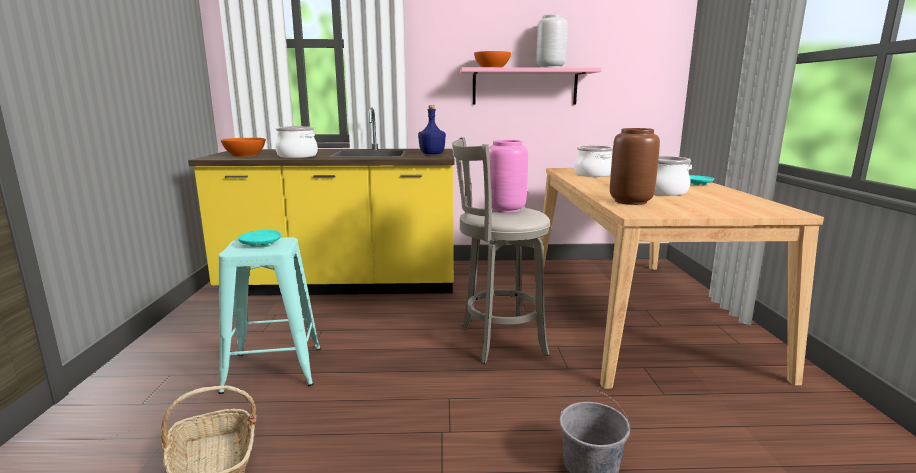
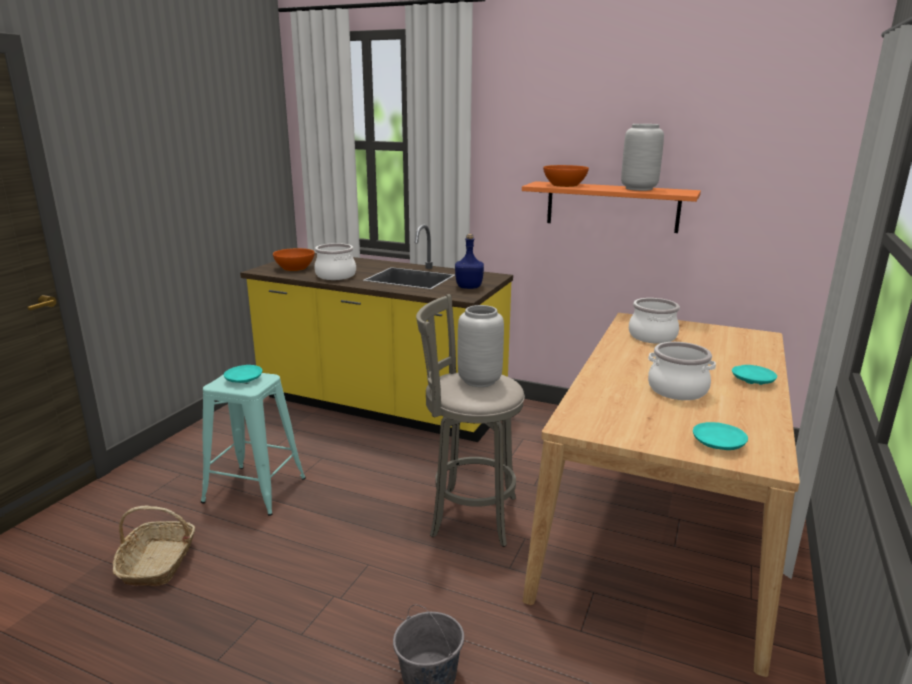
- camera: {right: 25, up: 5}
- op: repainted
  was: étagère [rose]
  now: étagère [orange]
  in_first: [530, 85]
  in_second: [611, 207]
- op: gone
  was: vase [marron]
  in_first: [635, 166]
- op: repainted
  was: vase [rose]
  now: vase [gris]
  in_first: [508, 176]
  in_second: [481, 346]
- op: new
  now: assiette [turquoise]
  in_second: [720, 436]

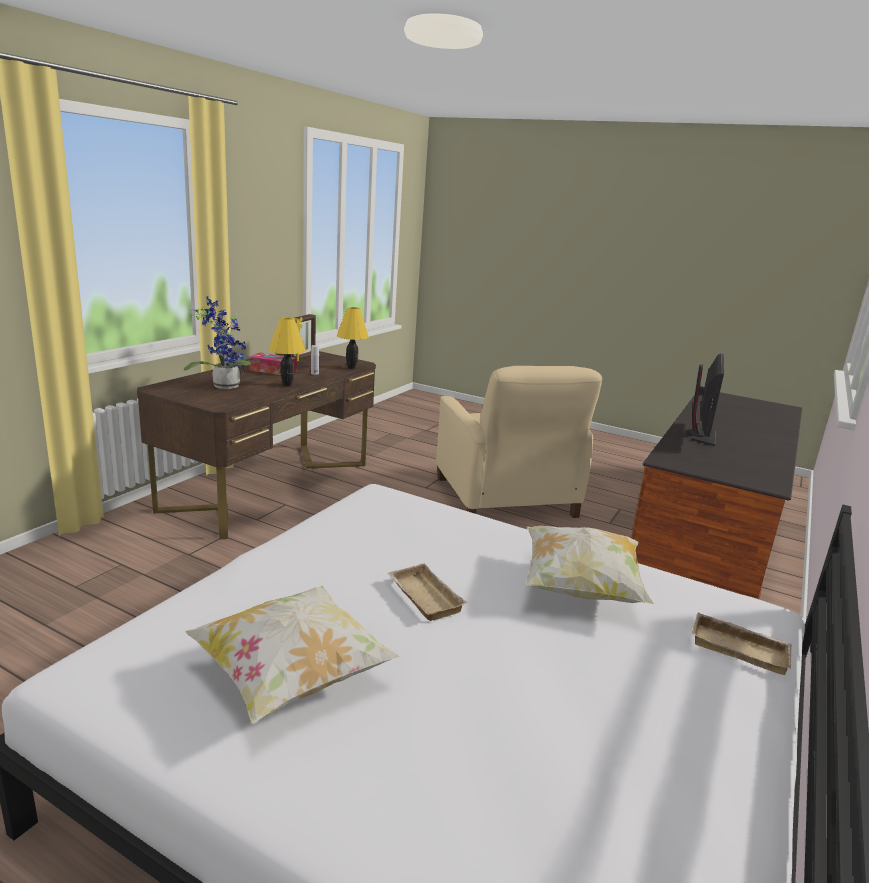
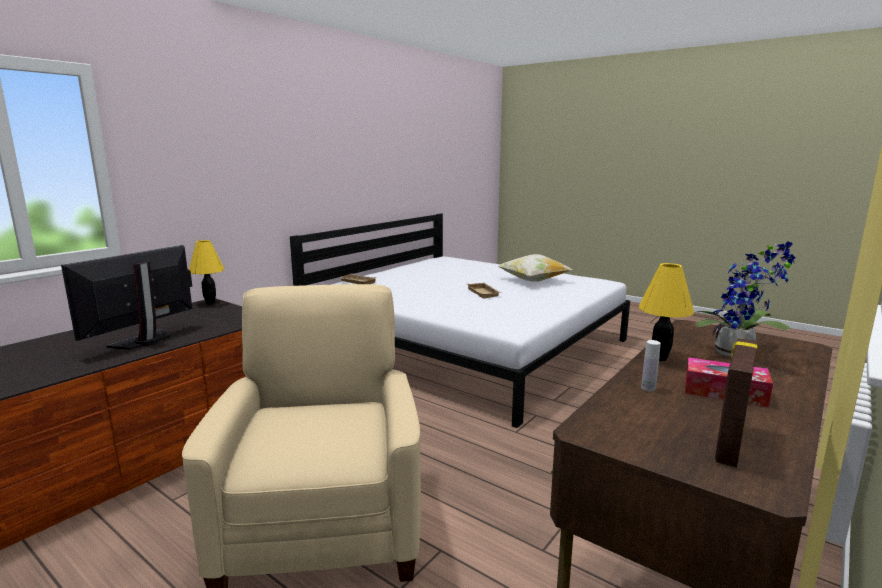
- camera: {right: -170, up: -5}
- op: shifted
  was: lampe de table [jaune]
  in_first: [353, 338]
  in_second: [207, 272]
- op: gone
  was: coussin
  in_first: [589, 565]

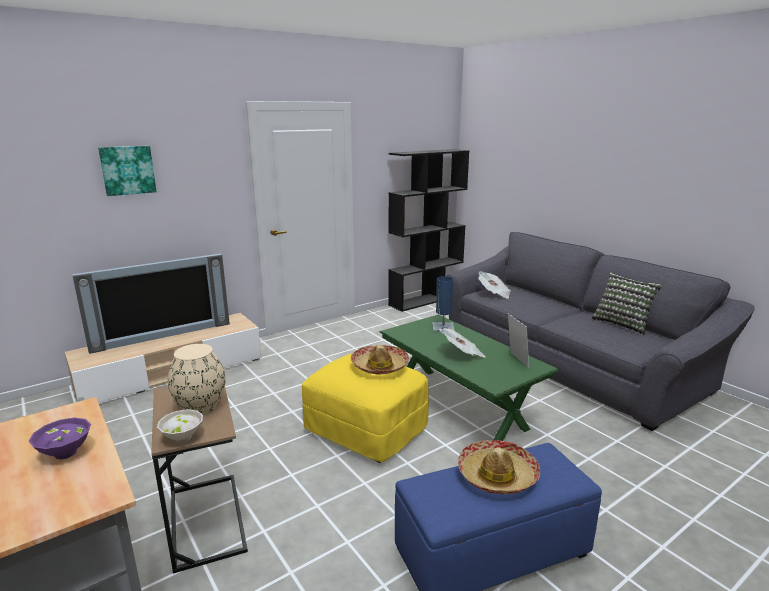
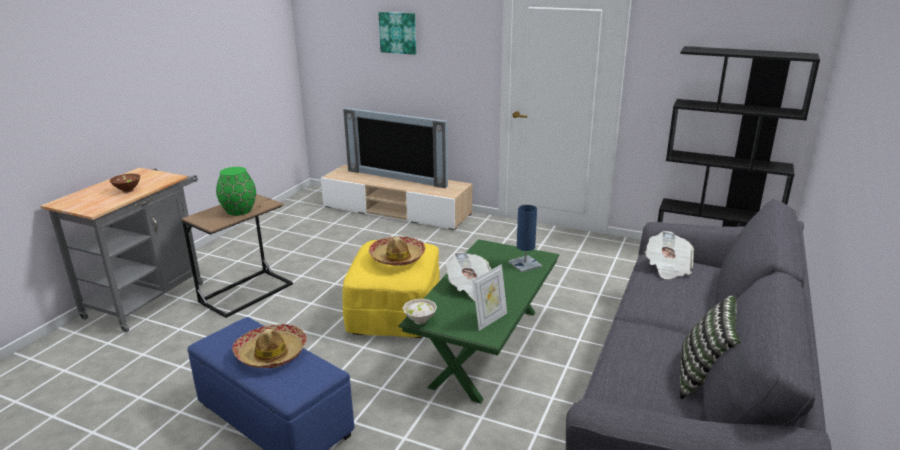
- camera: {right: 60, up: 5}
- op: repainted
  was: vase [beige]
  now: vase [vert]
  in_first: [197, 379]
  in_second: [236, 191]
- op: shifted
  was: bol [blanc]
  in_first: [180, 426]
  in_second: [420, 311]
- op: repainted
  was: bol [violet]
  now: bol [marron]
  in_first: [60, 439]
  in_second: [124, 183]

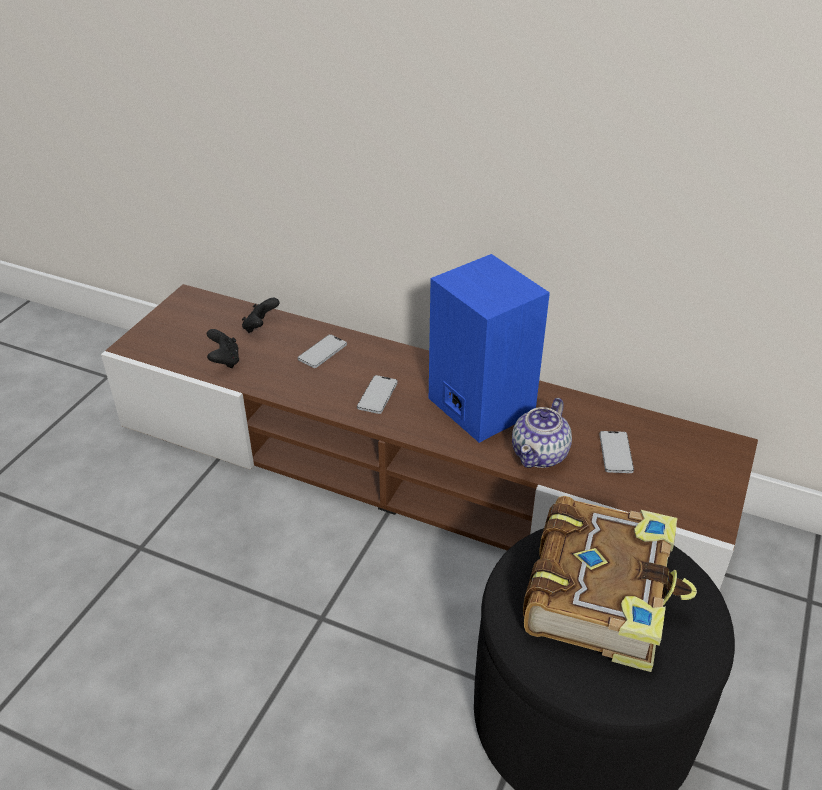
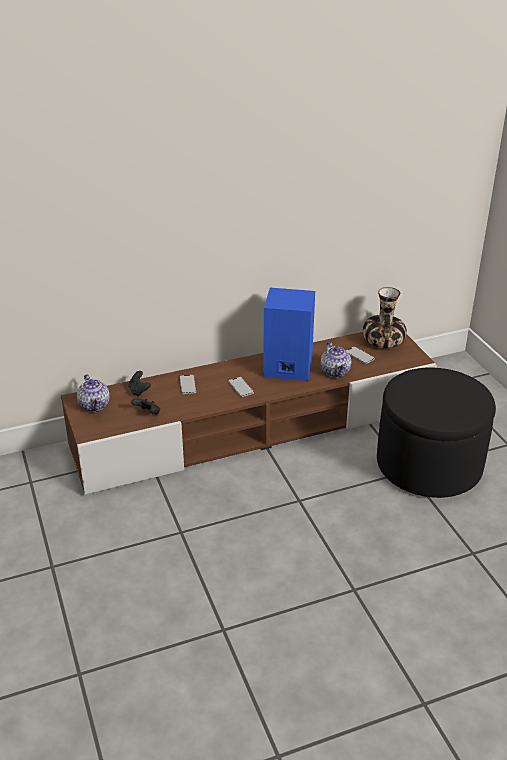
- camera: {right: -45, up: -5}
- op: gone
  was: livre
  in_first: [610, 584]
- op: new
  now: vase
  in_second: [385, 317]
- op: new
  now: théière
  in_second: [93, 393]

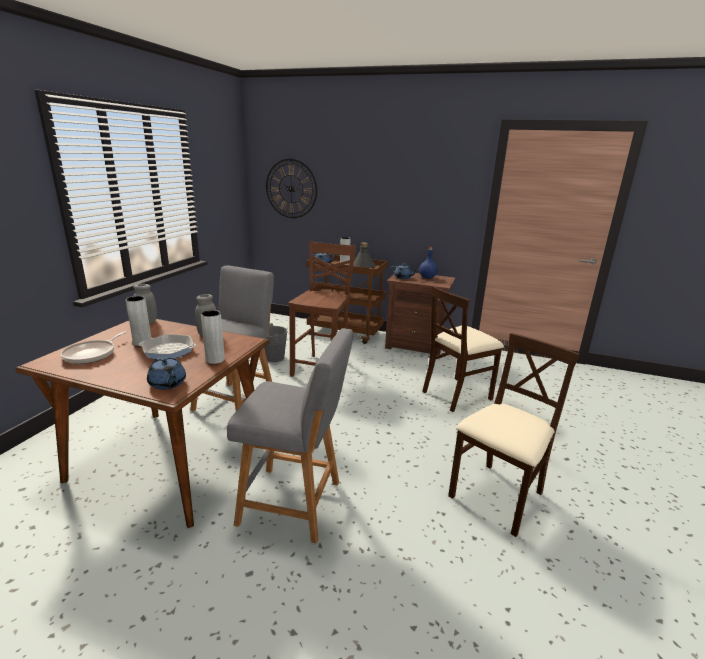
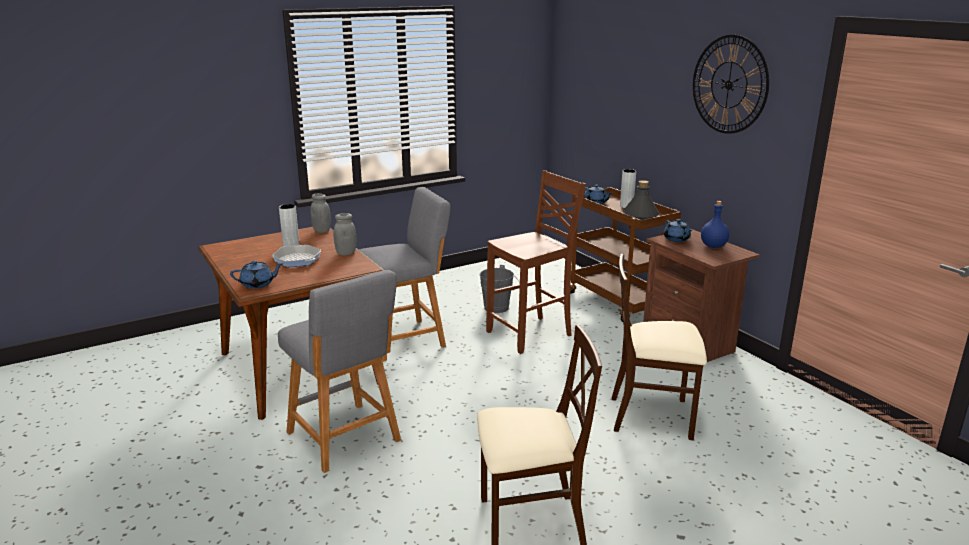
- camera: {right: 40, up: 0}
- op: shifted
  was: horloge murale
  in_first: [291, 188]
  in_second: [731, 84]
- op: gone
  was: vase [gris]
  in_first: [213, 337]
- op: gone
  was: poêle
  in_first: [93, 348]
- op: rotated
  was: théière [bleu]
  in_first: [166, 373]
  in_second: [256, 275]
  clockwise: -105

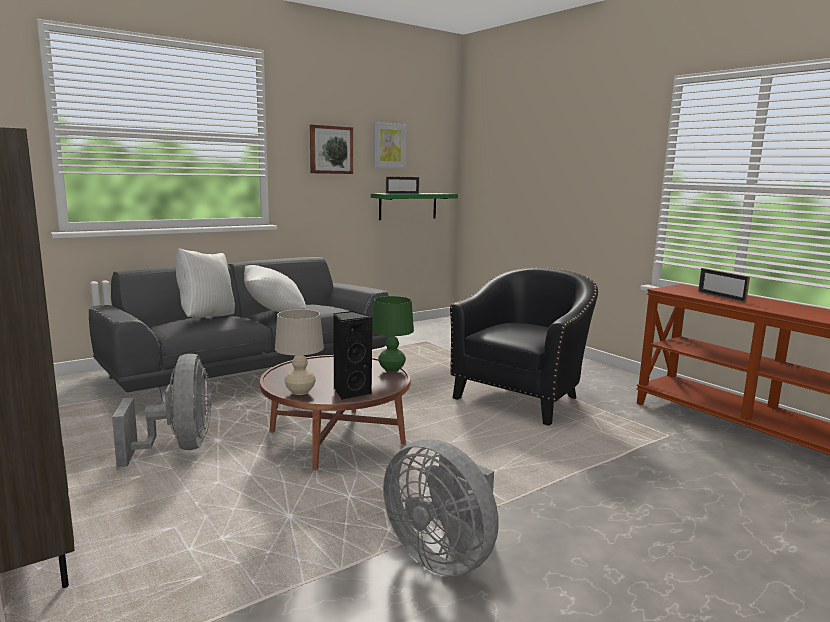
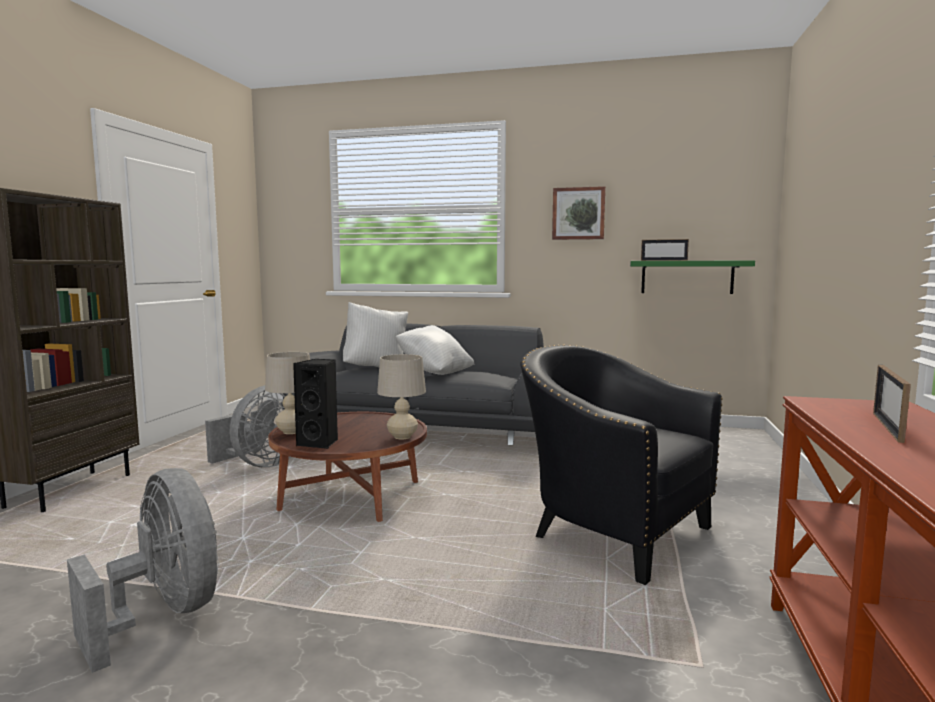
- camera: {right: 50, up: -5}
- op: gone
  was: tableau
  in_first: [390, 145]
- op: rotated
  was: fauteuil [noir]
  in_first: [524, 346]
  in_second: [621, 465]
  clockwise: -135
- op: repainted
  was: lampe de table [vert]
  now: lampe de table [beige]
  in_first: [393, 334]
  in_second: [401, 396]
- op: rotated
  was: ventilateur [gris]
  in_first: [441, 507]
  in_second: [143, 570]
  clockwise: 135

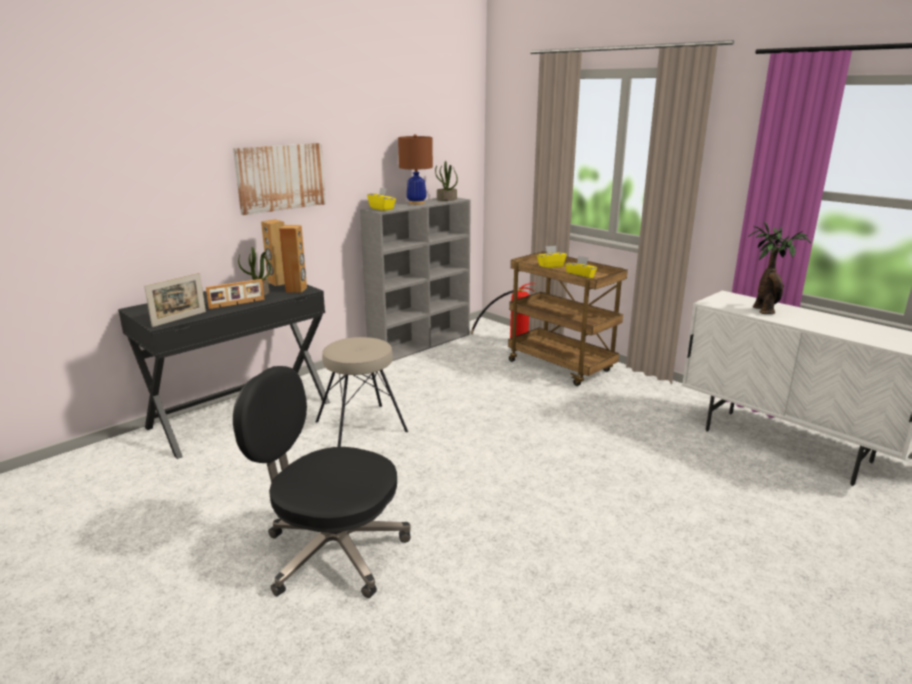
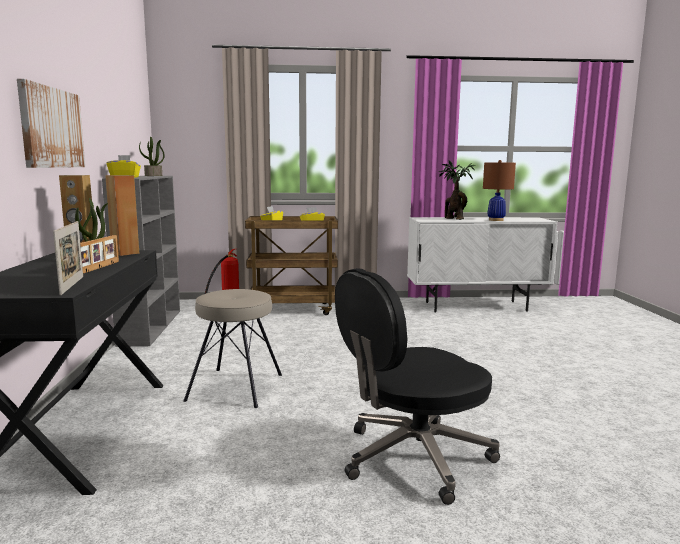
- camera: {right: -50, up: -10}
- op: shifted
  was: lampe de table [marron]
  in_first: [415, 169]
  in_second: [499, 190]

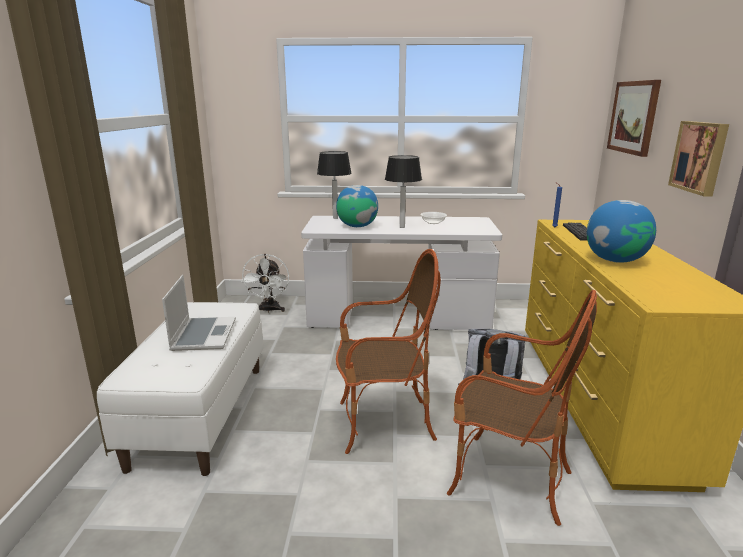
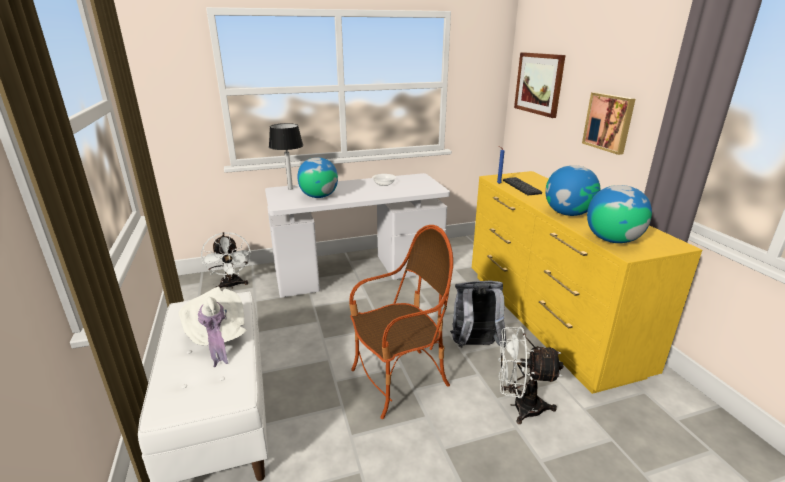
- camera: {right: -20, up: 5}
- op: gone
  was: lampe de table
  in_first: [403, 191]
- op: swapped
  was: ordinateur portable
  now: chapeau [blanc]
  in_first: [199, 313]
  in_second: [212, 327]
- op: swapped
  was: fauteuil
  now: ventilateur [blanc]
  in_first: [522, 408]
  in_second: [530, 375]
- op: new
  now: globe
  in_second: [619, 214]

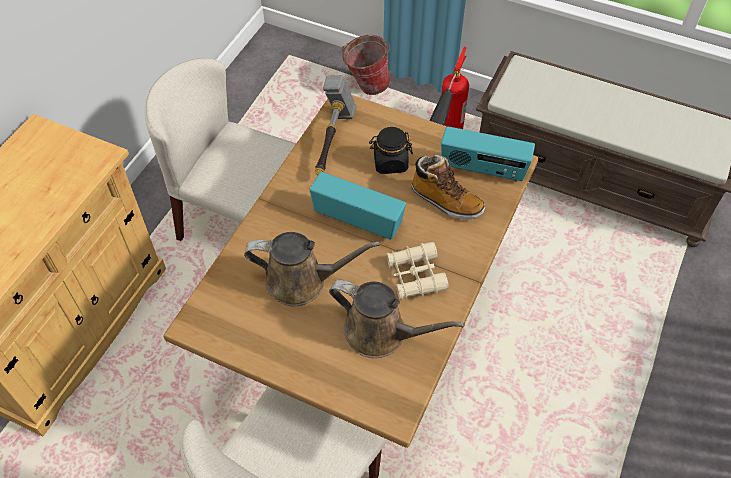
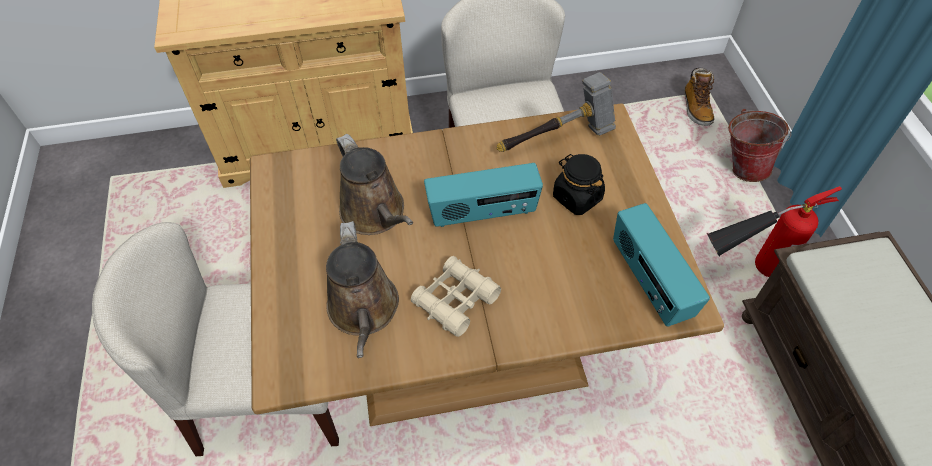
- camera: {right: 55, up: 0}
- op: shifted
  was: botte
  in_first: [448, 187]
  in_second: [699, 97]
- op: rotated
  was: radio
  in_first: [357, 206]
  in_second: [483, 195]
  clockwise: 90

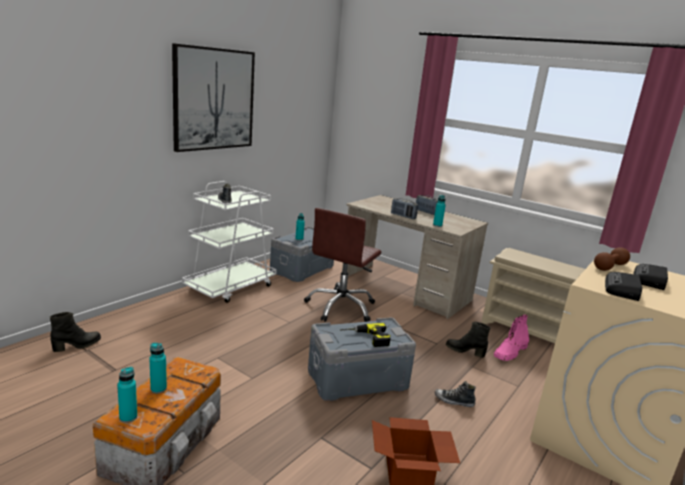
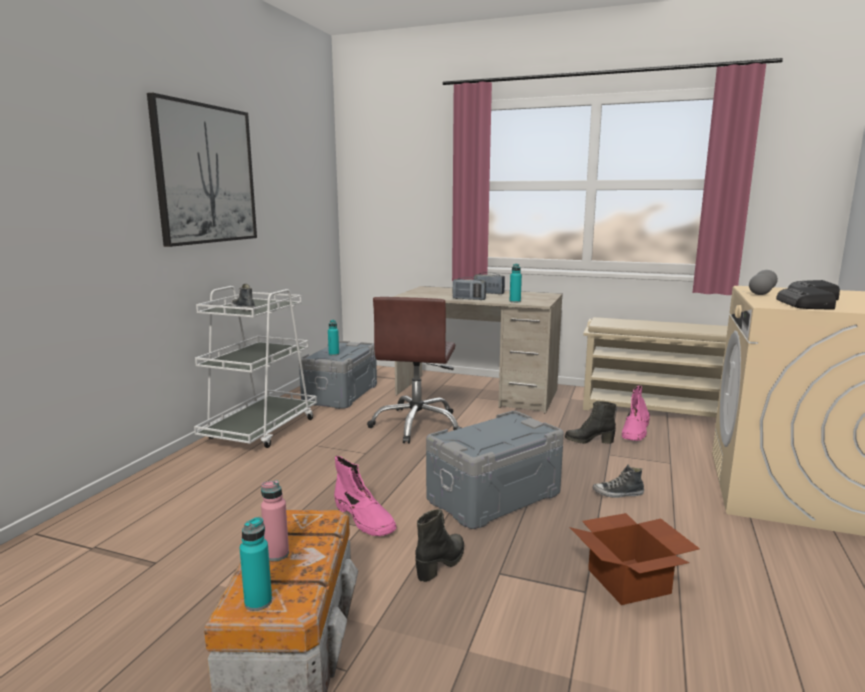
- camera: {right: -15, up: -5}
- op: repainted
  was: haltère [marron]
  now: haltère [gris]
  in_first: [612, 259]
  in_second: [763, 282]
- op: shifted
  was: botte [noir]
  in_first: [75, 332]
  in_second: [439, 545]
- op: gone
  was: perceuse
  in_first: [365, 335]
- op: repainted
  was: bouteille [turquoise]
  now: bouteille [rose]
  in_first: [158, 368]
  in_second: [275, 520]
- op: new
  now: botte [rose]
  in_second: [365, 496]

